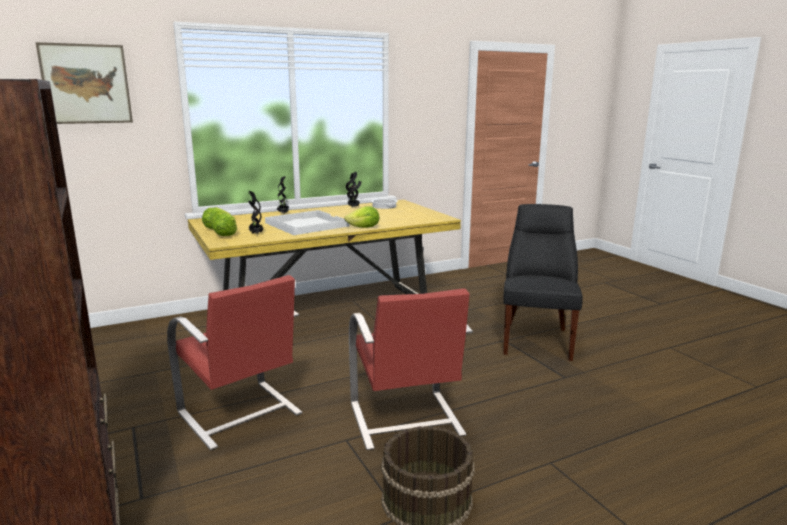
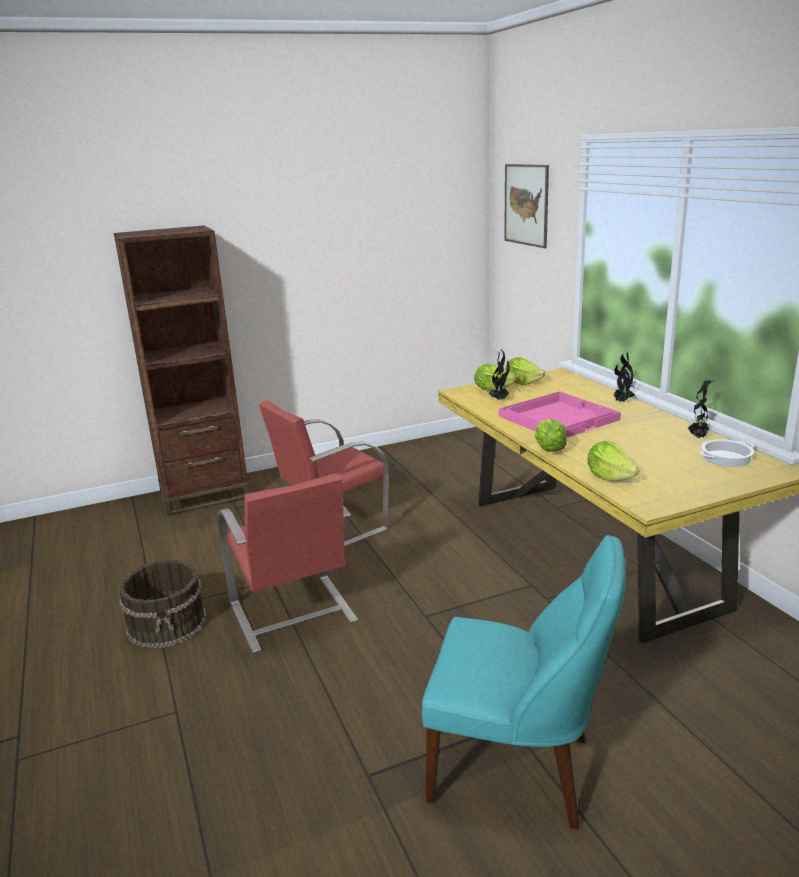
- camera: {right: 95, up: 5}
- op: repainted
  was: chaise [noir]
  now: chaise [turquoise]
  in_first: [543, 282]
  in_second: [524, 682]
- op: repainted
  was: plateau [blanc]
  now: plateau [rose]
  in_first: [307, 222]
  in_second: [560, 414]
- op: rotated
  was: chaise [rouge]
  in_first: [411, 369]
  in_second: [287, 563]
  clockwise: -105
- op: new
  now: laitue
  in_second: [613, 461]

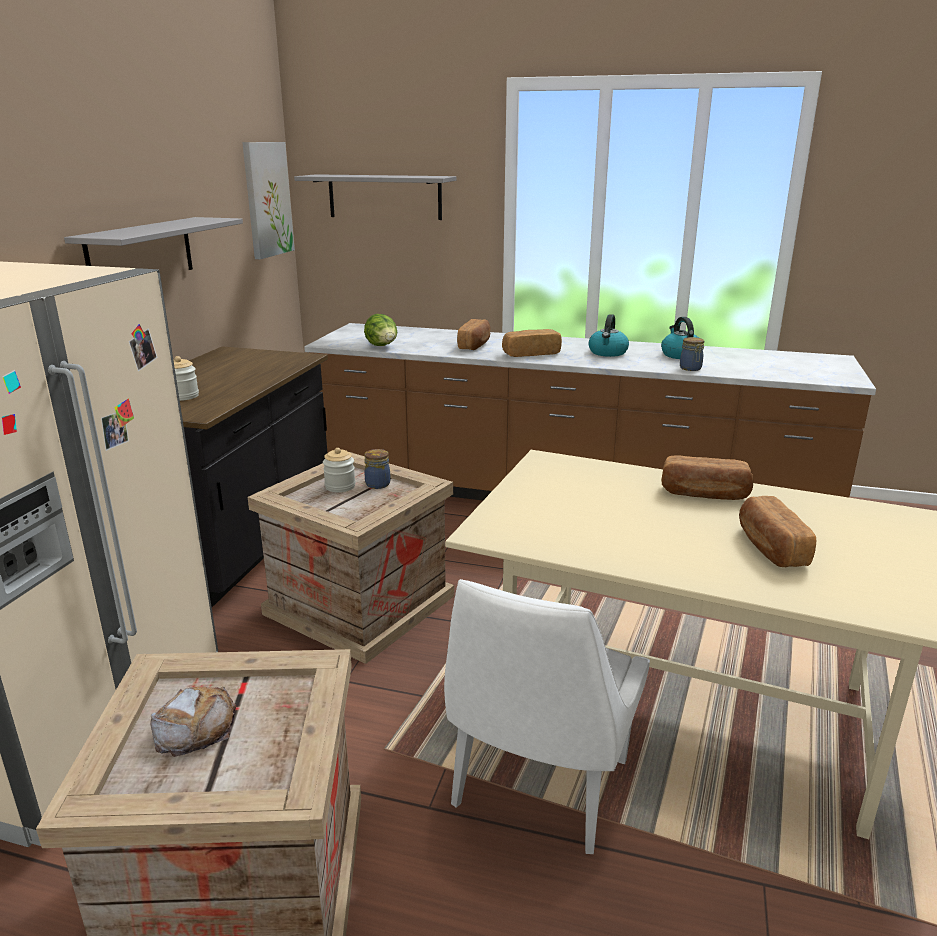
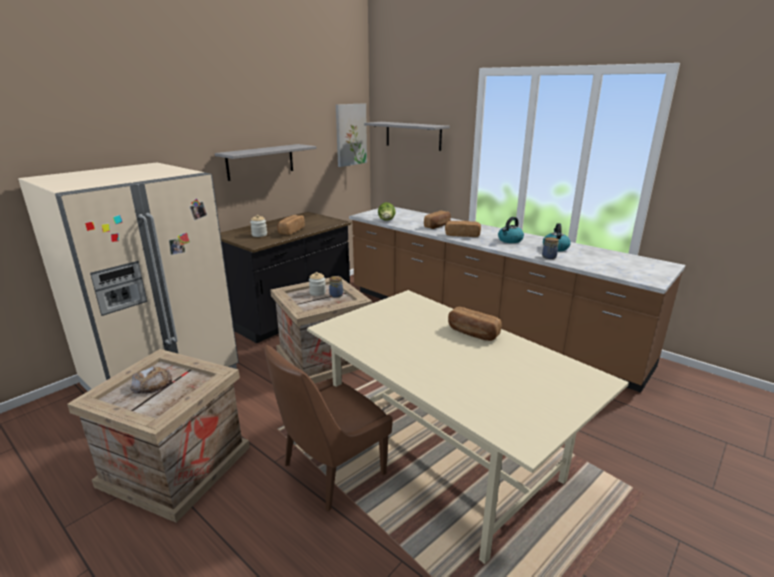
- camera: {right: 25, up: 0}
- op: shifted
  was: pain
  in_first: [777, 531]
  in_second: [291, 225]
- op: repainted
  was: chaise [blanc]
  now: chaise [marron]
  in_first: [547, 716]
  in_second: [328, 428]

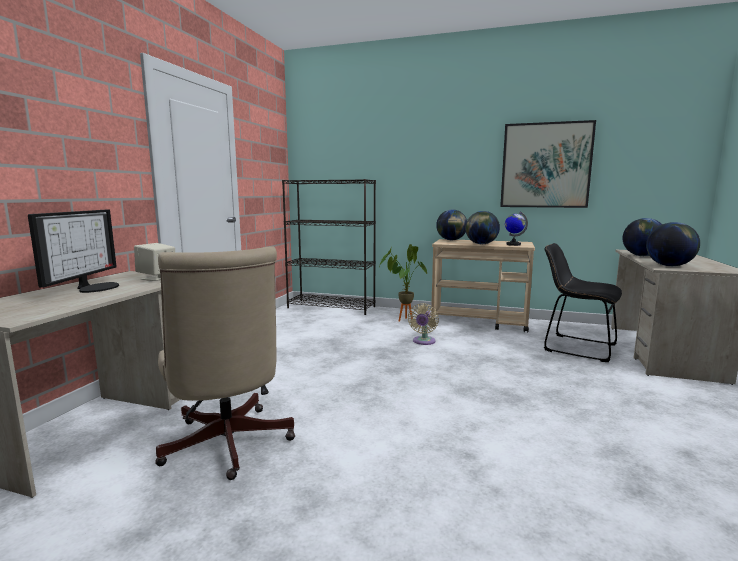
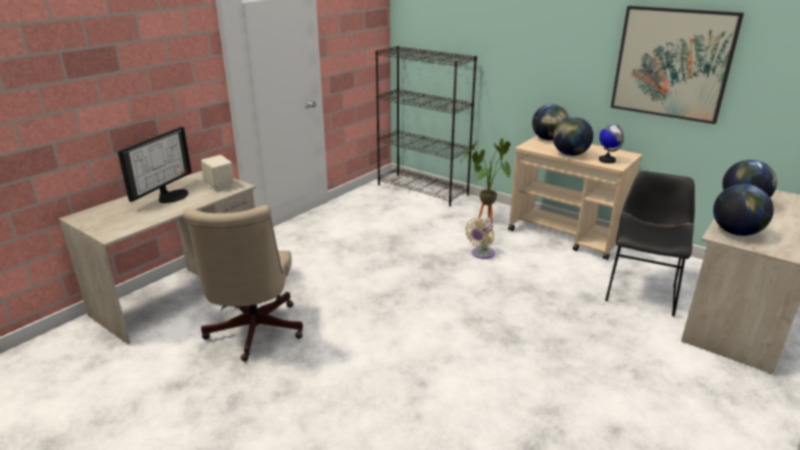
- camera: {right: 20, up: 15}
- op: rotated
  was: chaise [noir]
  in_first: [583, 302]
  in_second: [650, 243]
  clockwise: 60

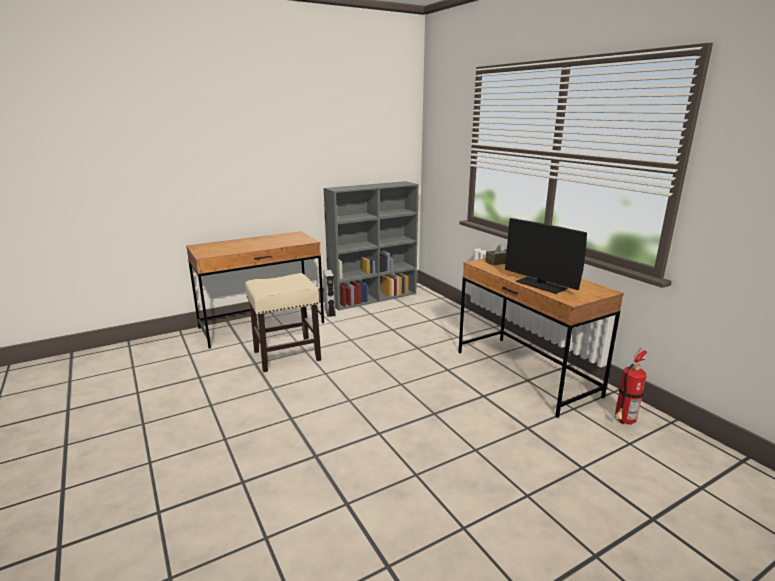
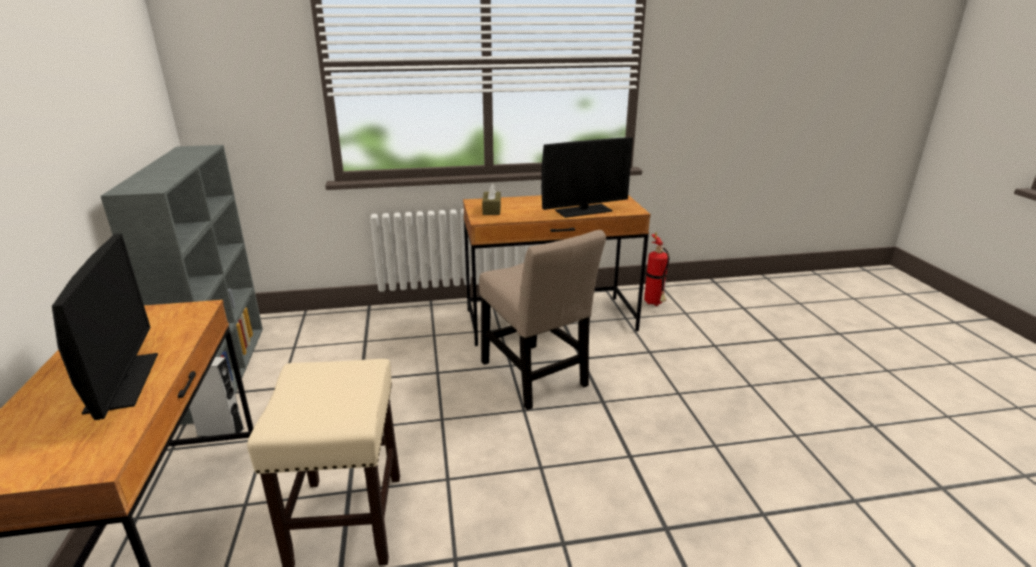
- camera: {right: -70, up: 5}
- op: new
  now: chaise [beige]
  in_second: [542, 320]
- op: new
  now: écran d'ordinateur
  in_second: [105, 326]

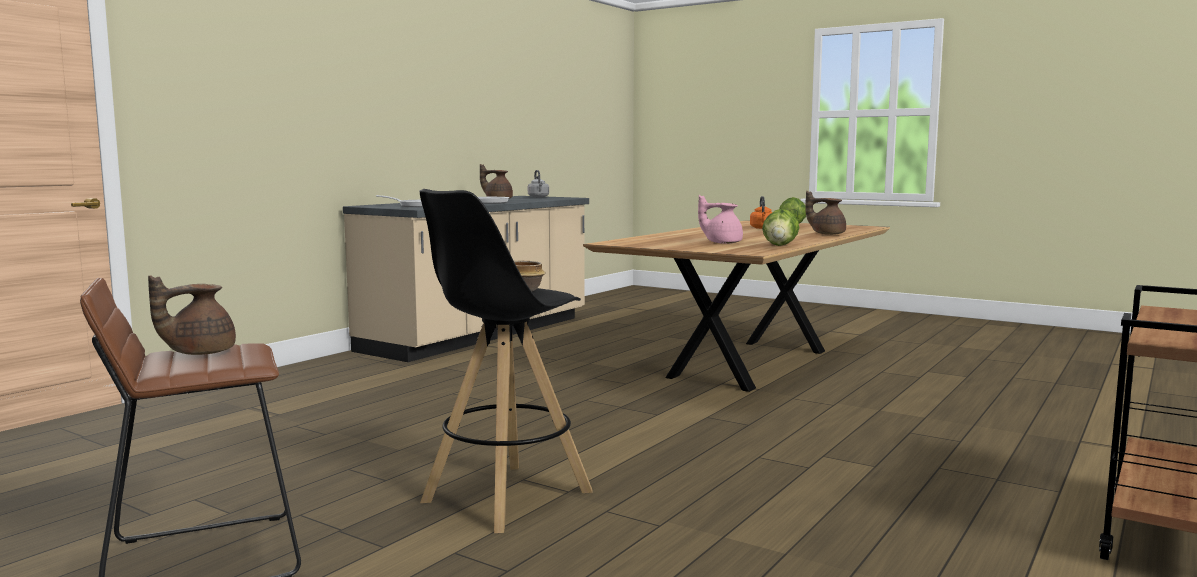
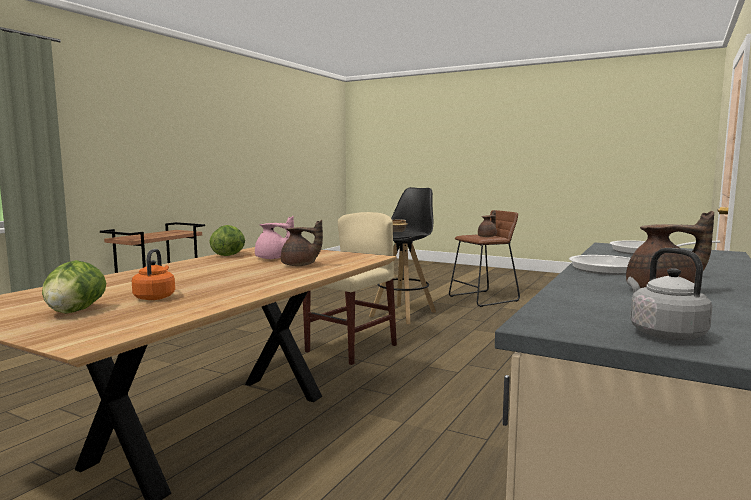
- camera: {right: 175, up: 0}
- op: shifted
  was: théière [marron]
  in_first: [825, 213]
  in_second: [302, 243]
- op: new
  now: chaise [beige]
  in_second: [350, 288]

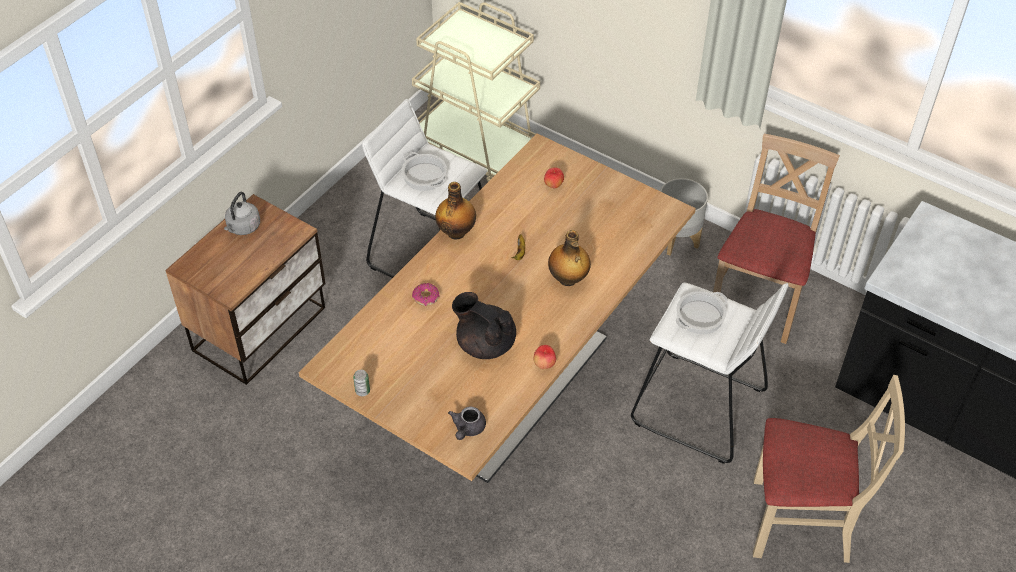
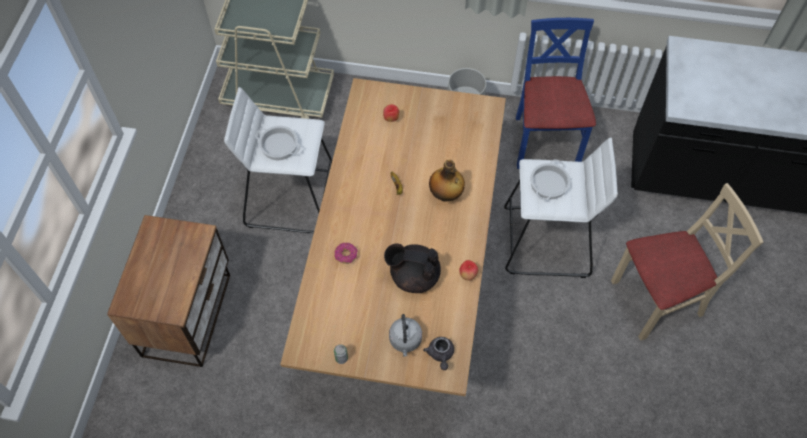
- camera: {right: -25, up: 10}
- op: repainted
  was: chaise [beige]
  now: chaise [bleu]
  in_first: [776, 239]
  in_second: [556, 93]
- op: gone
  was: bouteille
  in_first: [455, 211]
- op: shifted
  was: bouilloire [gris]
  in_first: [242, 213]
  in_second: [405, 335]

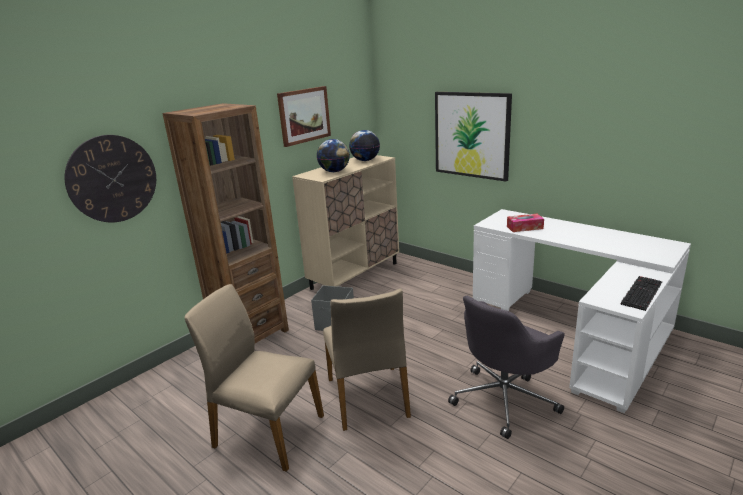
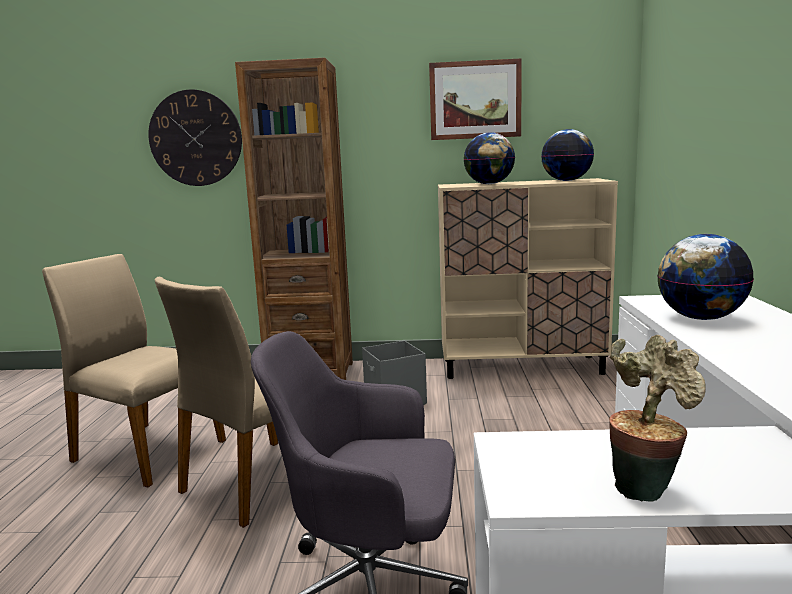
- camera: {right: 50, up: -10}
- op: gone
  was: tableau
  in_first: [473, 137]
- op: swapped
  was: boîte à mouchoirs
  now: globe
  in_first: [525, 223]
  in_second: [705, 277]
- op: swapped
  was: clavier
  now: plante en pot
  in_first: [641, 293]
  in_second: [657, 418]
- op: rotated
  was: chaise [beige]
  in_first: [254, 378]
  in_second: [134, 371]
  clockwise: -45

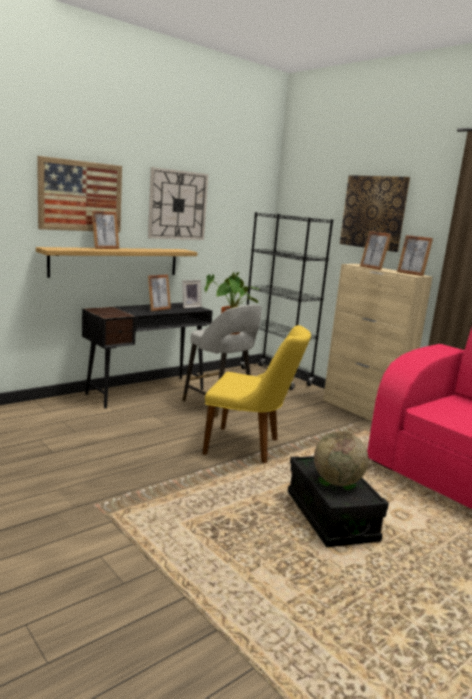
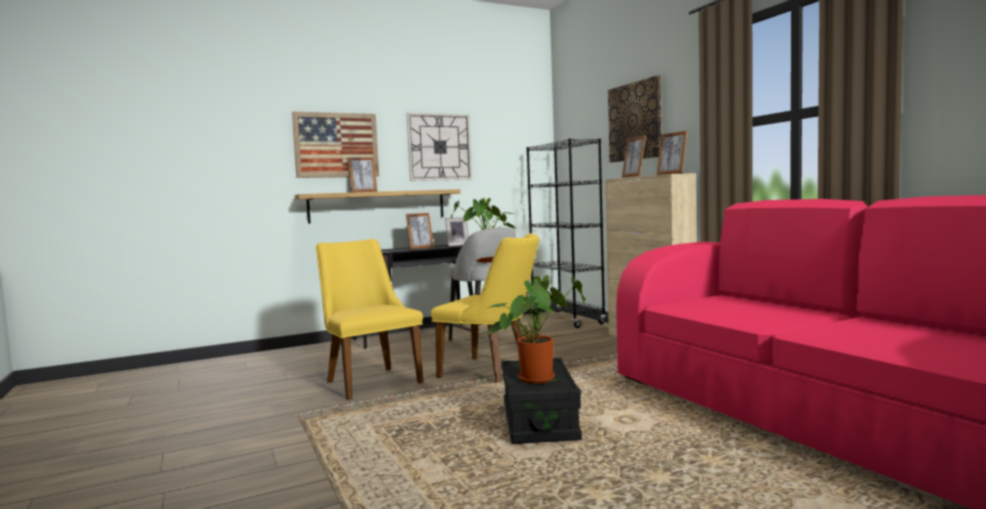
- camera: {right: 15, up: -10}
- op: swapped
  was: globe
  now: plante en pot
  in_first: [341, 458]
  in_second: [536, 329]
- op: new
  now: chaise [jaune]
  in_second: [369, 319]

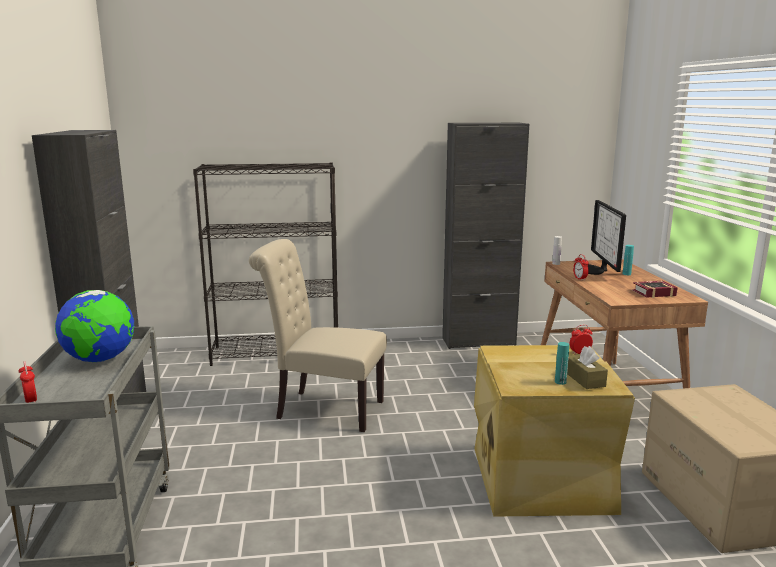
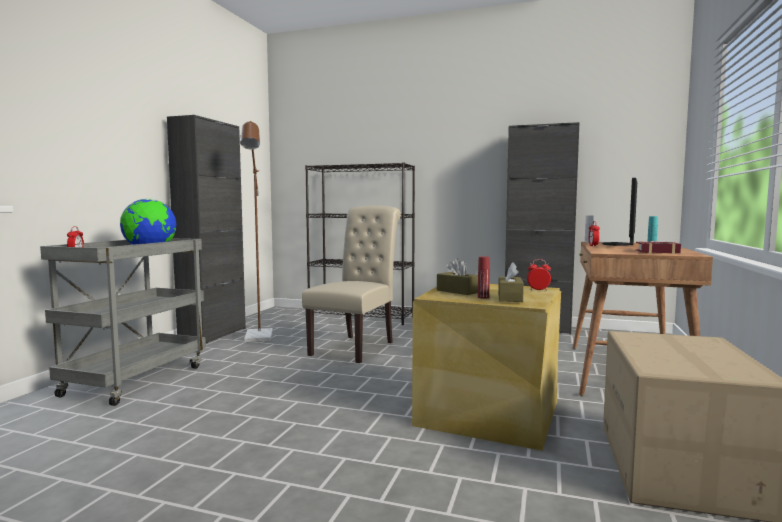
- camera: {right: 25, up: -10}
- op: rotated
  was: chaise [beige]
  in_first: [318, 335]
  in_second: [351, 284]
  clockwise: 75
- op: repainted
  was: bouteille [turquoise]
  now: bouteille [rouge]
  in_first: [562, 363]
  in_second: [484, 277]
- op: new
  now: lampadaire [marron]
  in_second: [256, 231]
- op: new
  now: boîte à mouchoirs [marron]
  in_second: [457, 276]

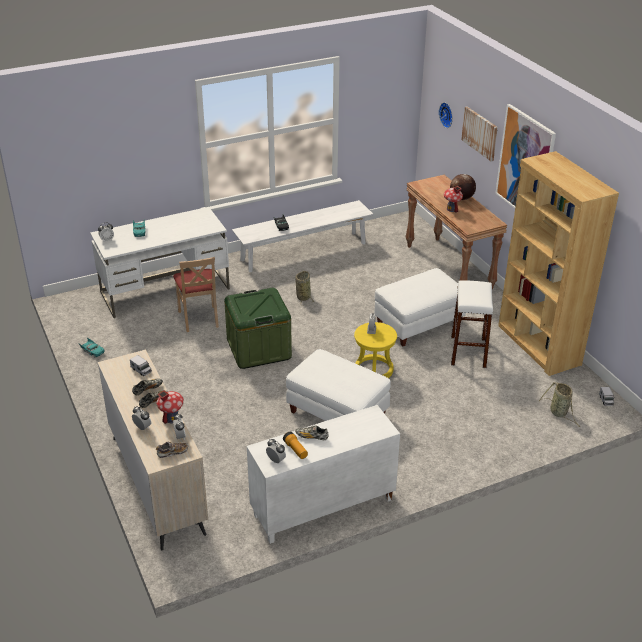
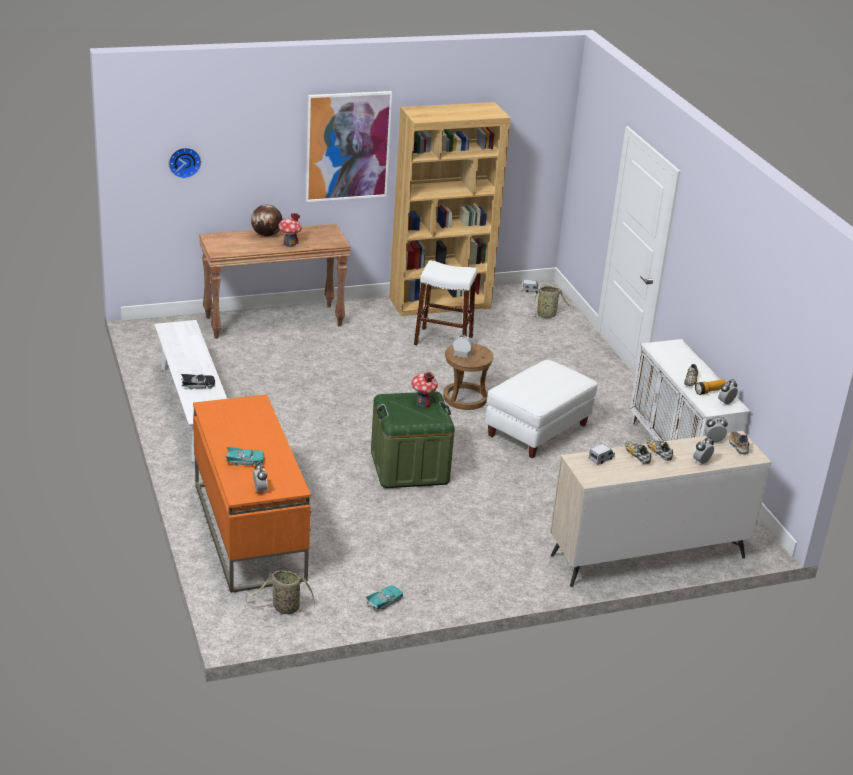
- camera: {right: -85, up: -5}
- op: gone
  was: tableau
  in_first: [479, 134]
- op: repainted
  was: bureau [blanc]
  now: bureau [orange]
  in_first: [160, 262]
  in_second: [252, 493]
- op: gone
  was: chaise [beige]
  in_first: [196, 294]
- op: gone
  was: pouf [blanc]
  in_first: [420, 307]
- op: shifted
  was: panier
  in_first: [304, 288]
  in_second: [280, 592]
- op: repainted
  was: tabouret [jaune]
  now: tabouret [marron]
  in_first: [375, 350]
  in_second: [468, 376]
- op: shifted
  was: maison miniature
  in_first: [170, 407]
  in_second: [424, 390]

